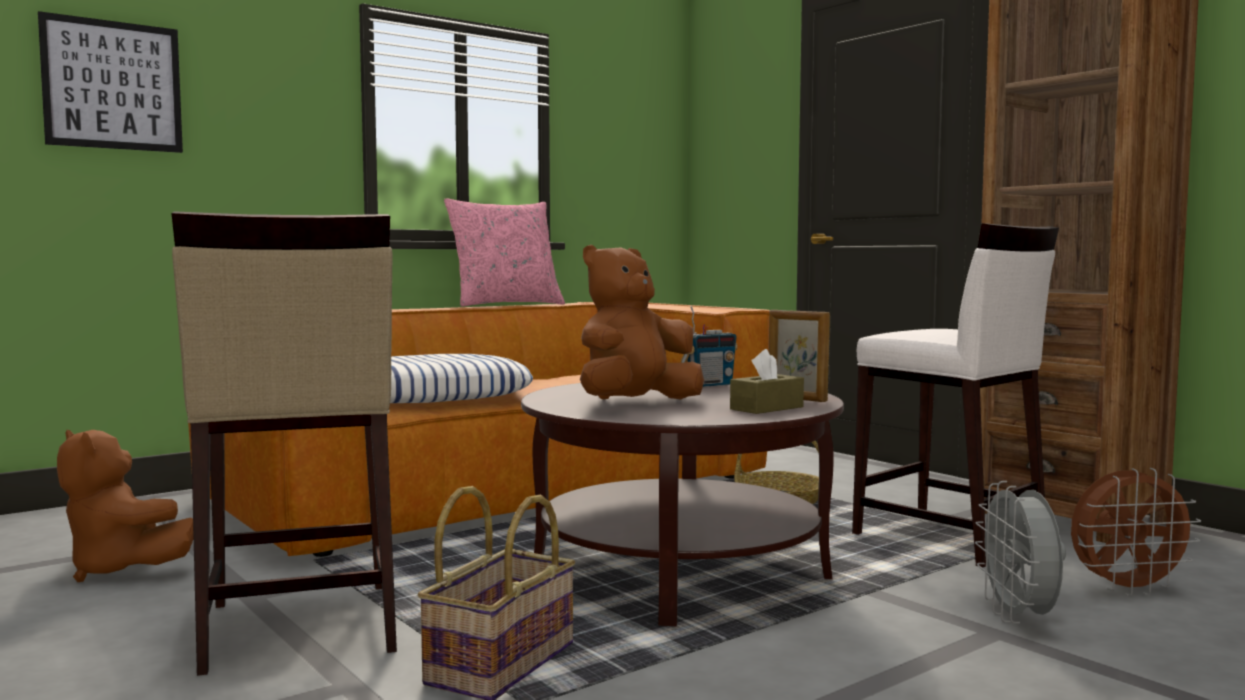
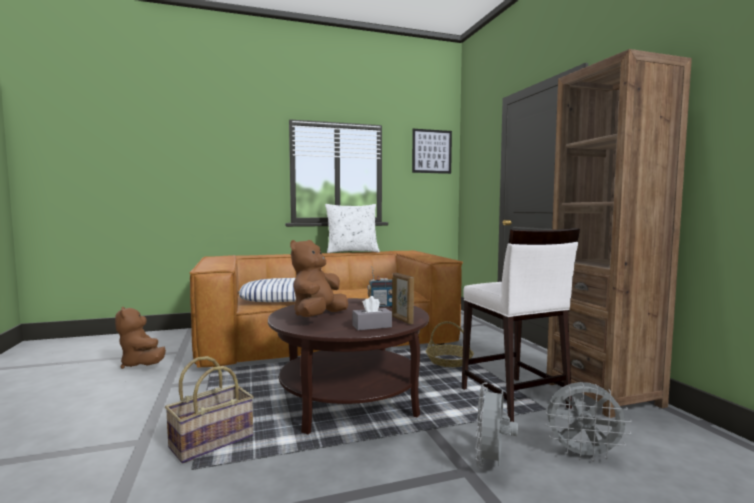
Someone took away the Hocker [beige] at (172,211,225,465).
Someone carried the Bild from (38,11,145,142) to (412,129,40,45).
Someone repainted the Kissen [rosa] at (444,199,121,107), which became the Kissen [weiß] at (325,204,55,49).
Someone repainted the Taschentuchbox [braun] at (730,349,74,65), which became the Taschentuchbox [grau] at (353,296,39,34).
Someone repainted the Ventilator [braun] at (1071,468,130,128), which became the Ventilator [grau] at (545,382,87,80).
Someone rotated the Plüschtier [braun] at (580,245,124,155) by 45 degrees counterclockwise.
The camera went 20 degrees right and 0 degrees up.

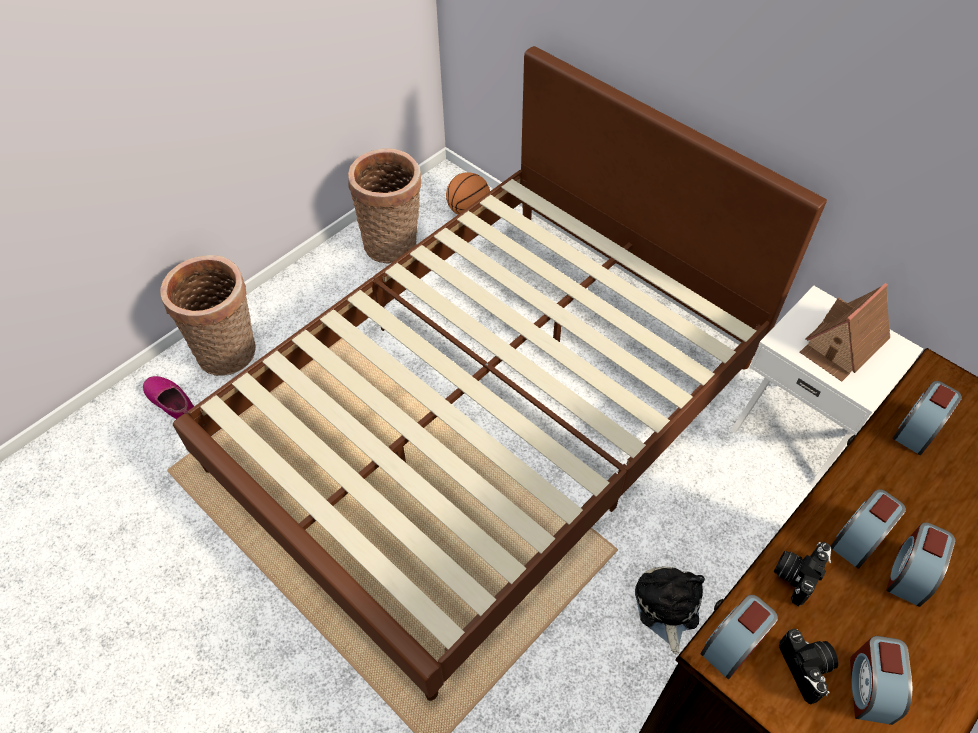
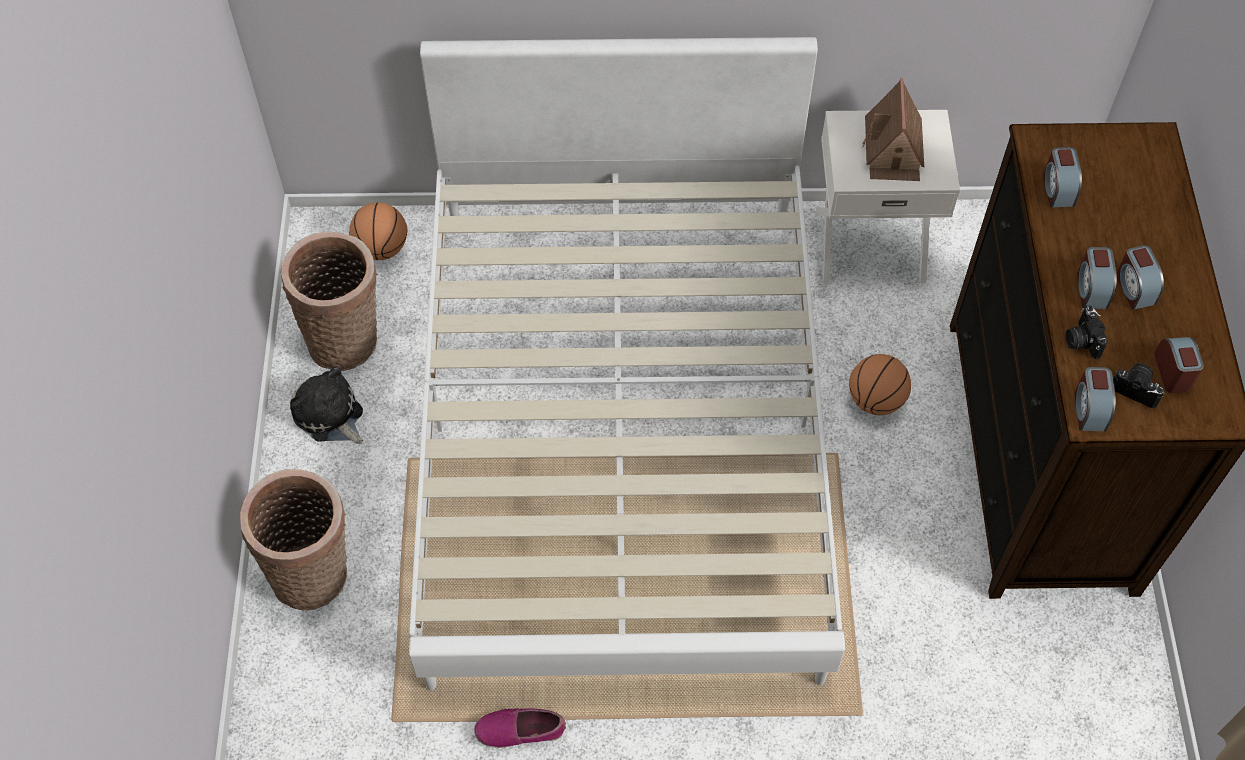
Someone put down the Basketball at (849,354,62,61).
Someone carried the Schuh from (143,376,51,43) to (474,708,92,40).
Someone carried the Plüschtier from (635,566,70,89) to (290,366,73,78).
Someone repainted the Bett [braun] at (173,46,654,655), which became the Bett [weiß] at (409,37,436,654).
Someone rotated the Wecker at (850,636,62,89) by 150 degrees counterclockwise.
The camera went 45 degrees left and 5 degrees up.

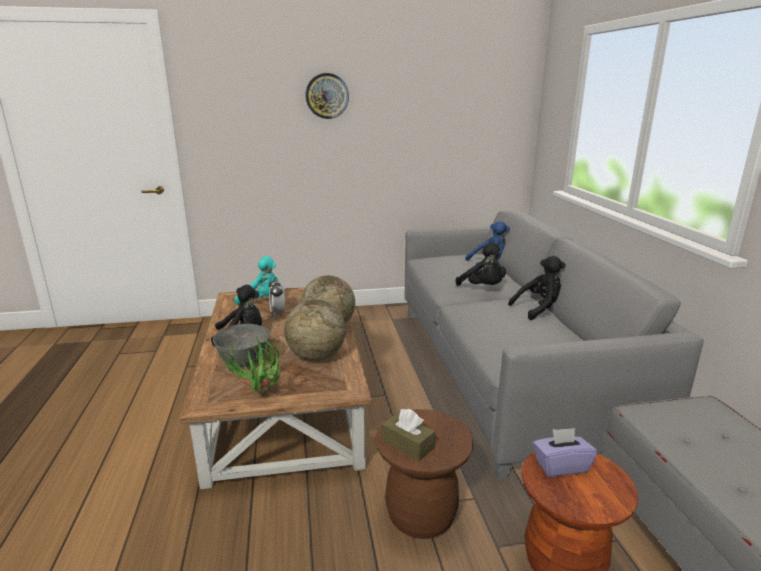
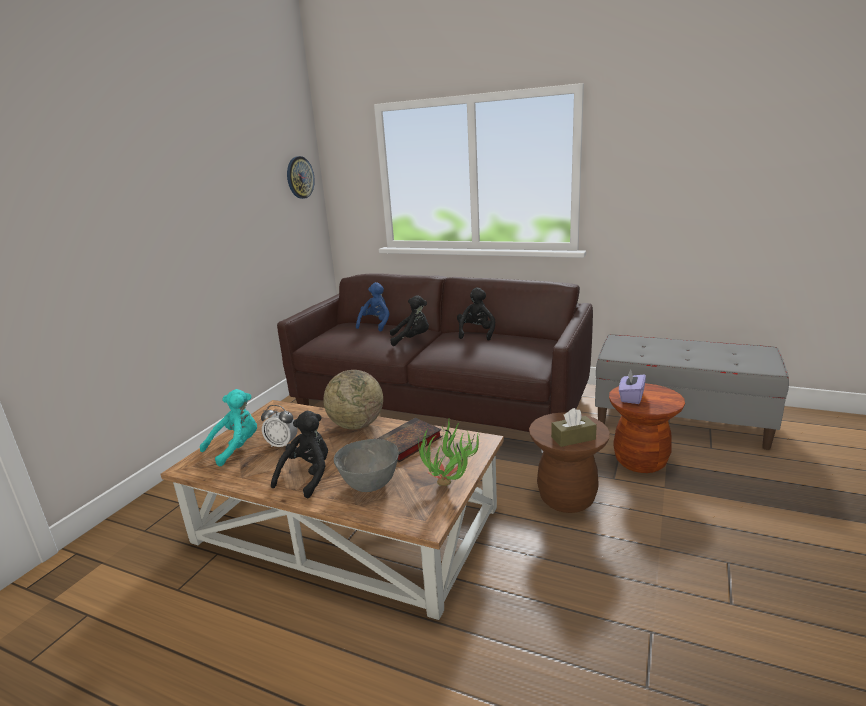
Someone carried the Wanduhr from (305,73,44,46) to (287,156,28,43).
Someone swapped the Globus at (284,300,62,61) for the Buch at (377,418,65,45).
Someone repainted the Sofa [grau] at (405,211,299,270), which became the Sofa [braun] at (277,273,316,159).
The camera went 55 degrees left and 0 degrees up.

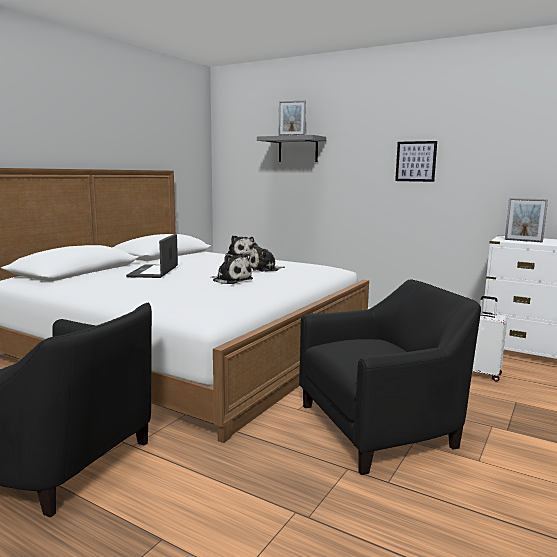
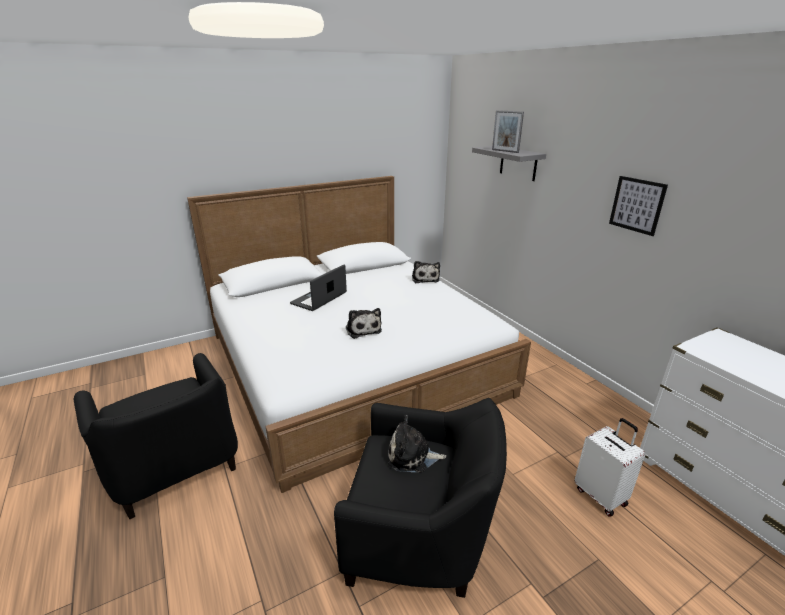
Someone took away the Bilderrahmen at (505,198,43,45).
Someone carried the Plüschtier from (249,242,36,30) to (388,415,58,57).
The camera went 30 degrees right and 15 degrees up.

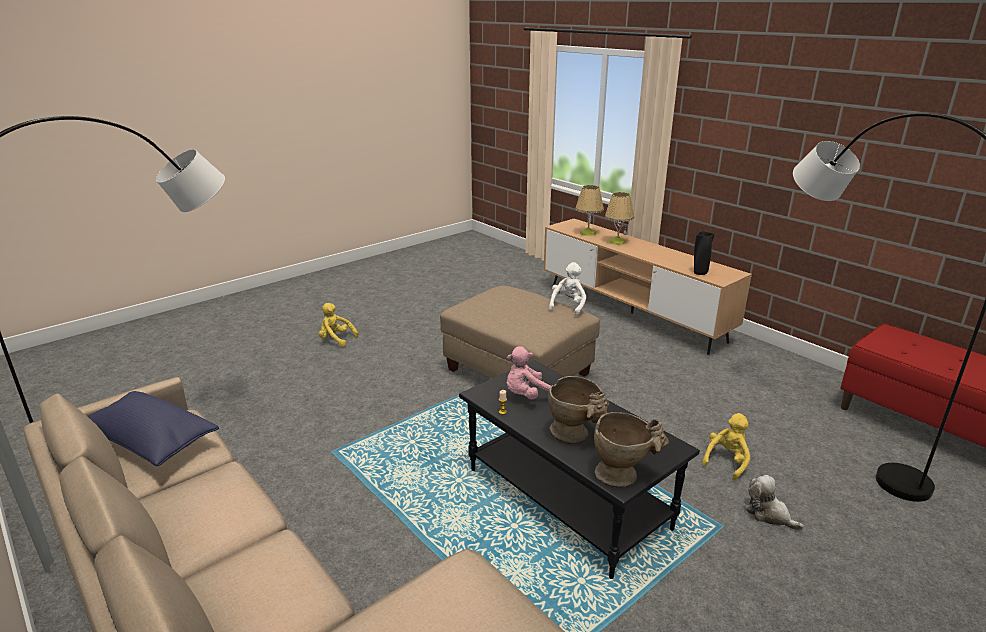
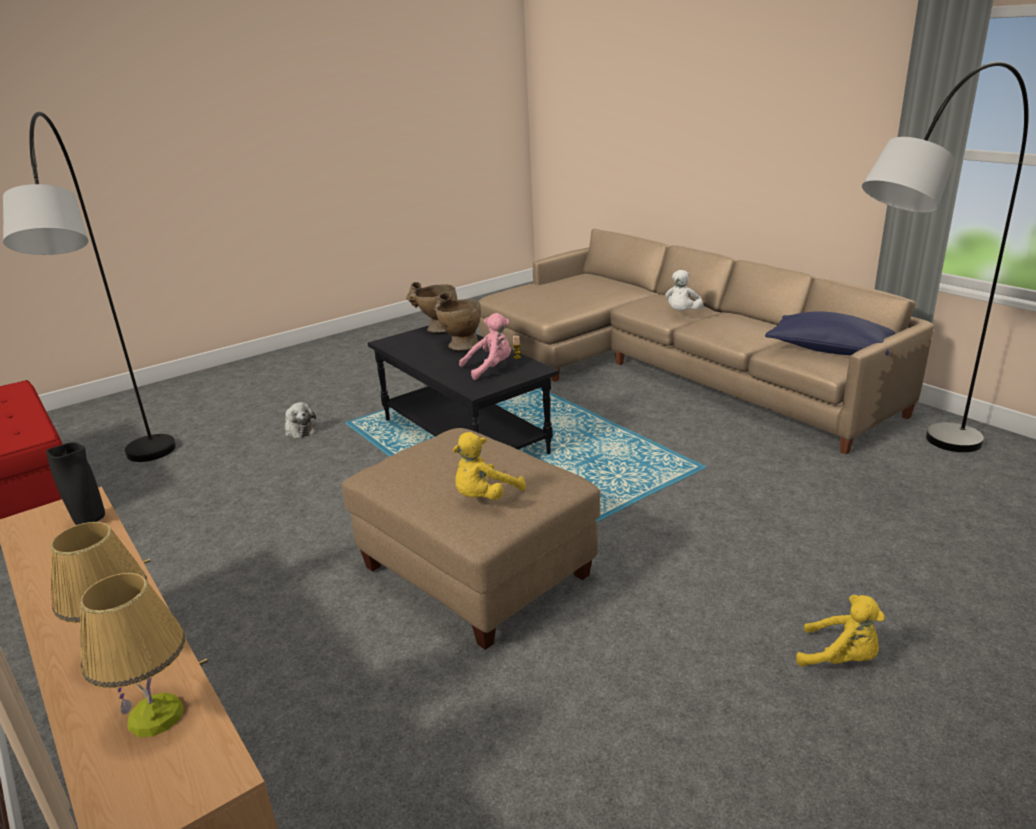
Someone carried the Plüschtier [weiß] from (549,262,37,54) to (665,270,38,40).
Someone carried the Plüschtier [gelb] from (702,413,49,67) to (453,432,73,68).
The camera went 175 degrees left and 0 degrees up.

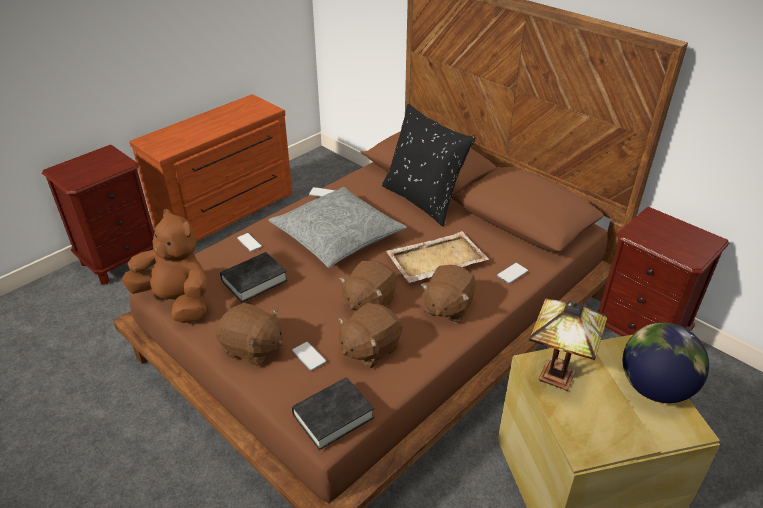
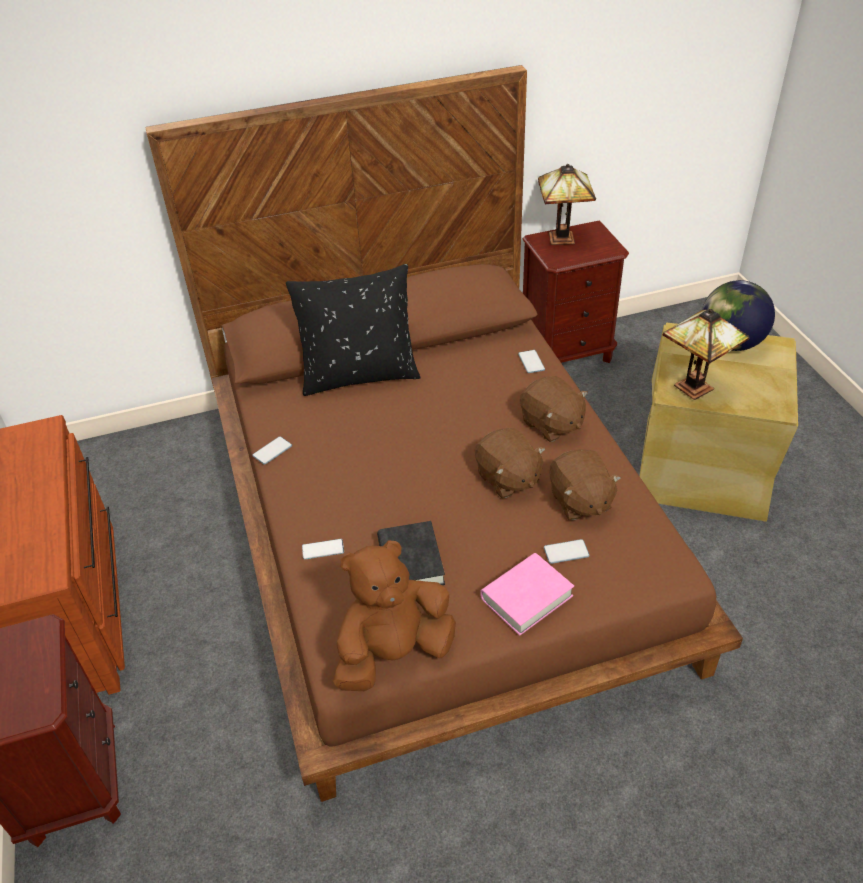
Someone took away the Kissen [grau] at (269,187,138,81).
Someone took away the Buch [schwarz] at (292,377,82,73).
Someone took away the Tablett [beige] at (386,231,103,52).
Someone put down the Tischlampe at (538,164,58,81).
Someone swapped the Plüschtier [braun] at (216,303,67,63) for the Buch [rosa] at (480,553,94,83).
The camera went 60 degrees left and 5 degrees up.

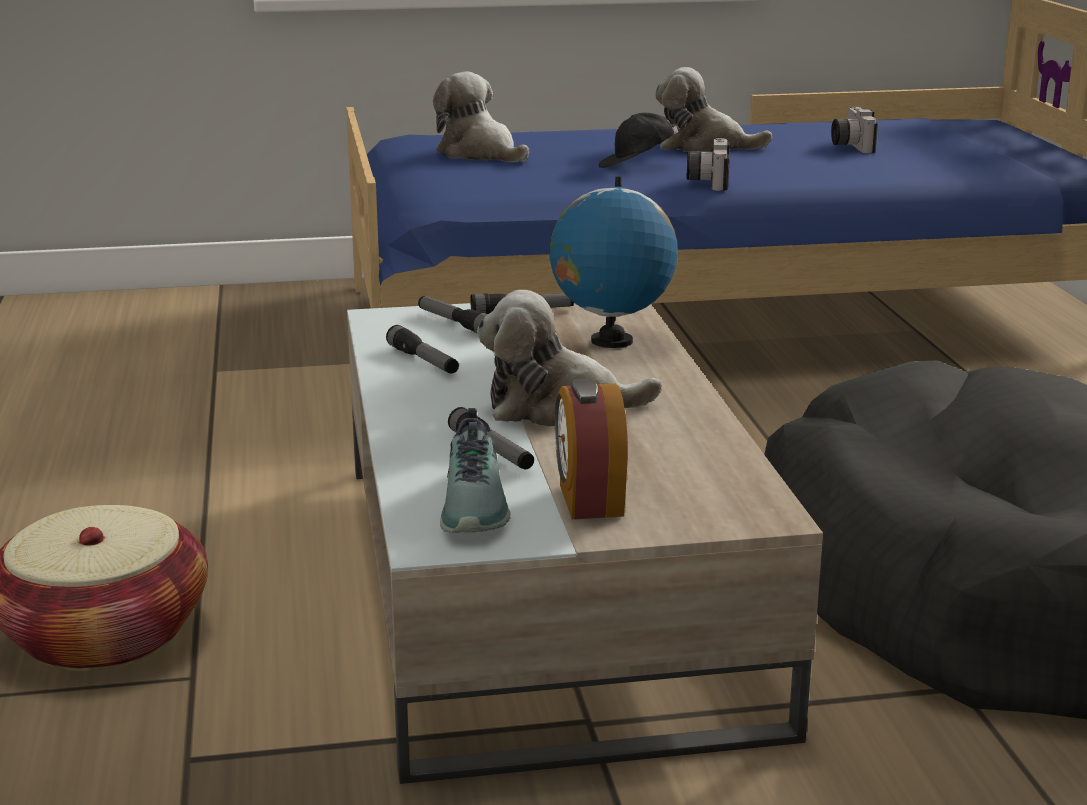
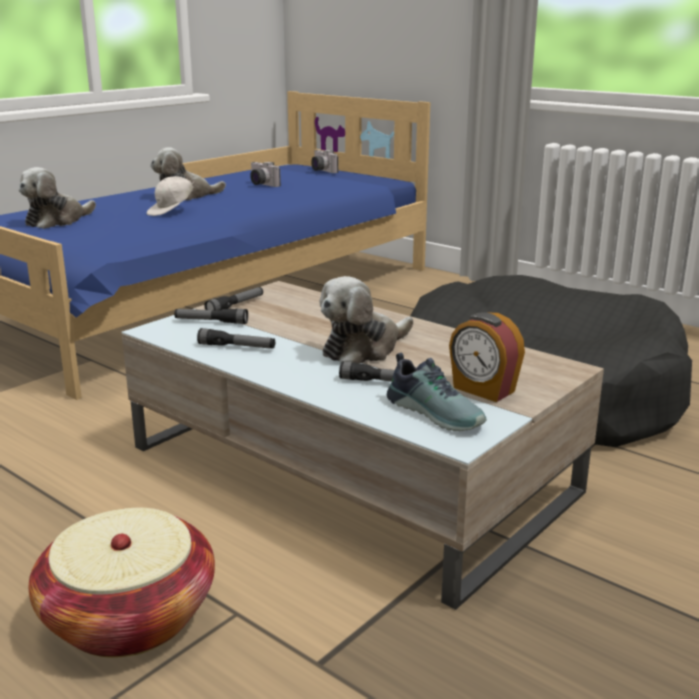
Someone took away the Globus at (550,177,128,171).
Someone carried the Kamera from (687,138,43,53) to (311,150,27,23).
Someone repainted the Kappe [schwarz] at (598,113,90,55), which became the Kappe [weiß] at (147,176,47,40).
Someone rotated the Plüschtier at (433,72,96,90) by 60 degrees counterclockwise.
The camera went 40 degrees left and 0 degrees up.

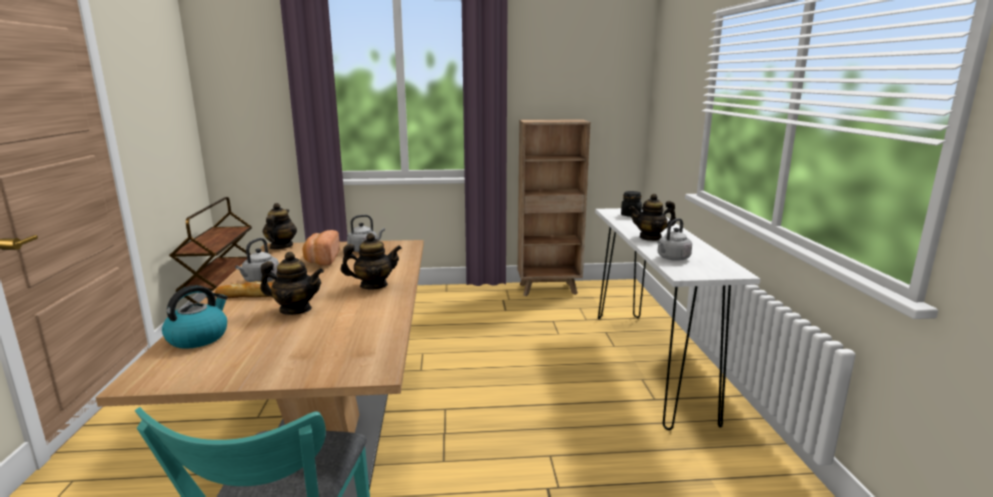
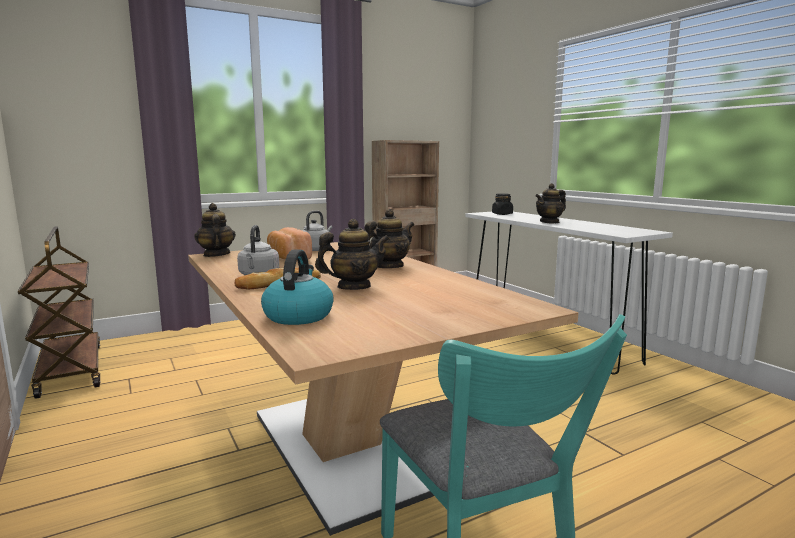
Someone took away the Wasserkessel [grau] at (657,218,35,43).
The camera went 25 degrees left and 5 degrees down.

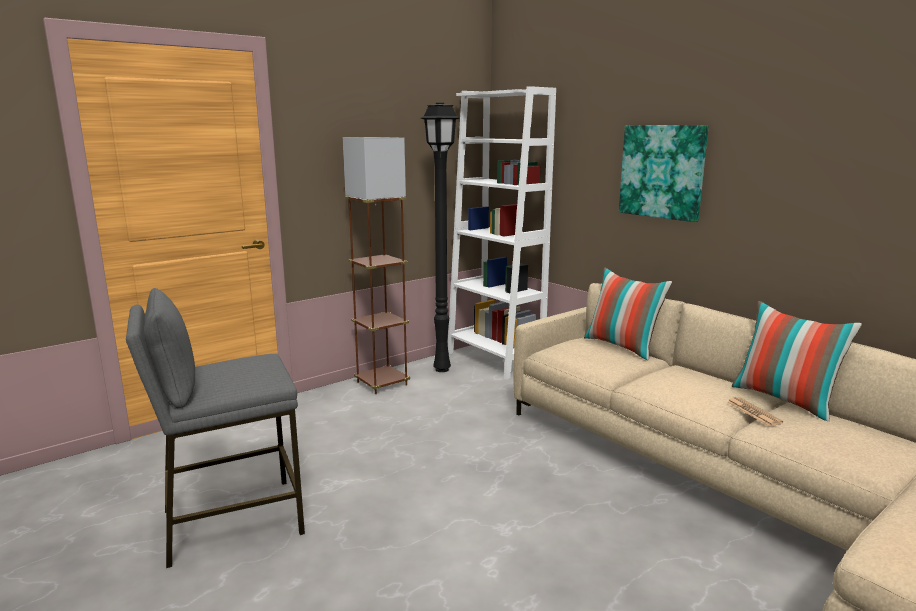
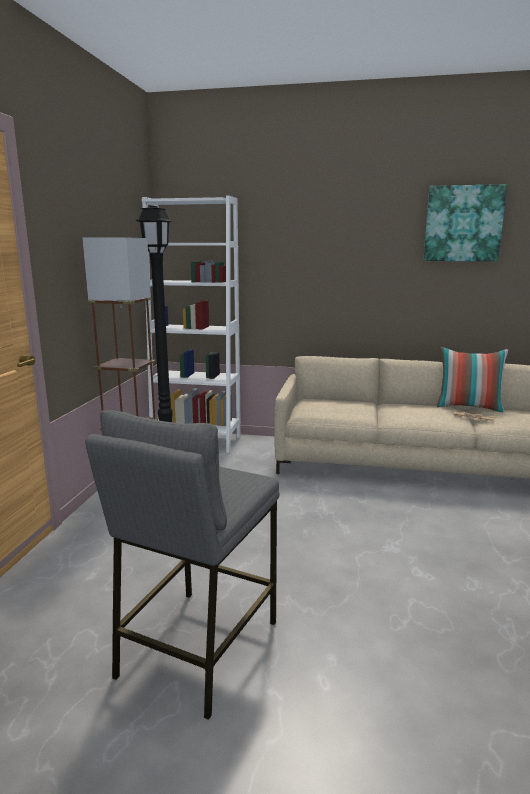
Someone took away the Kissen at (584,267,88,94).
Someone carried the Bild from (619,125,90,97) to (423,184,84,77).
The camera went 40 degrees left and 0 degrees up.

